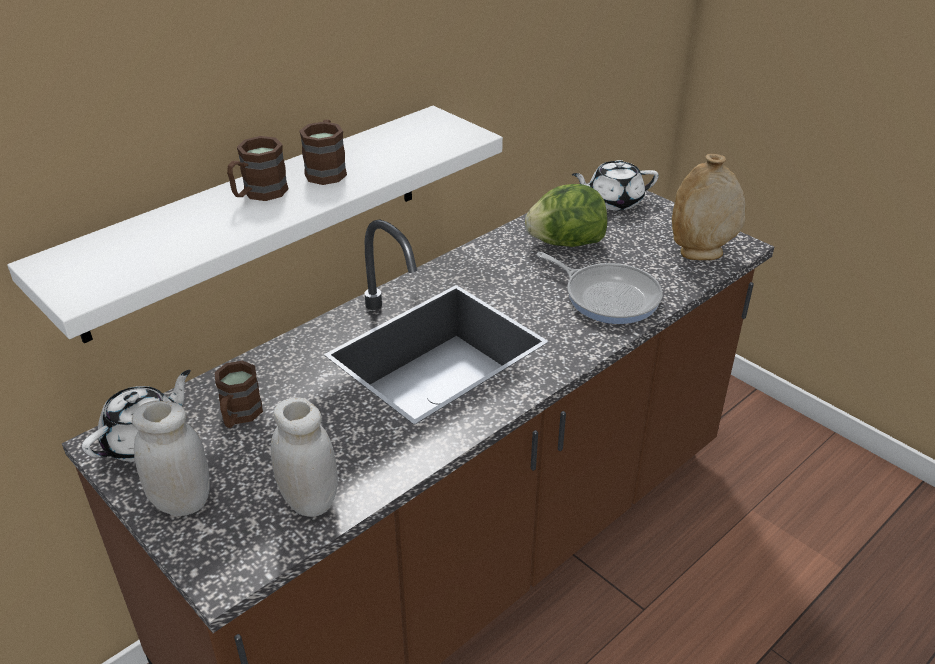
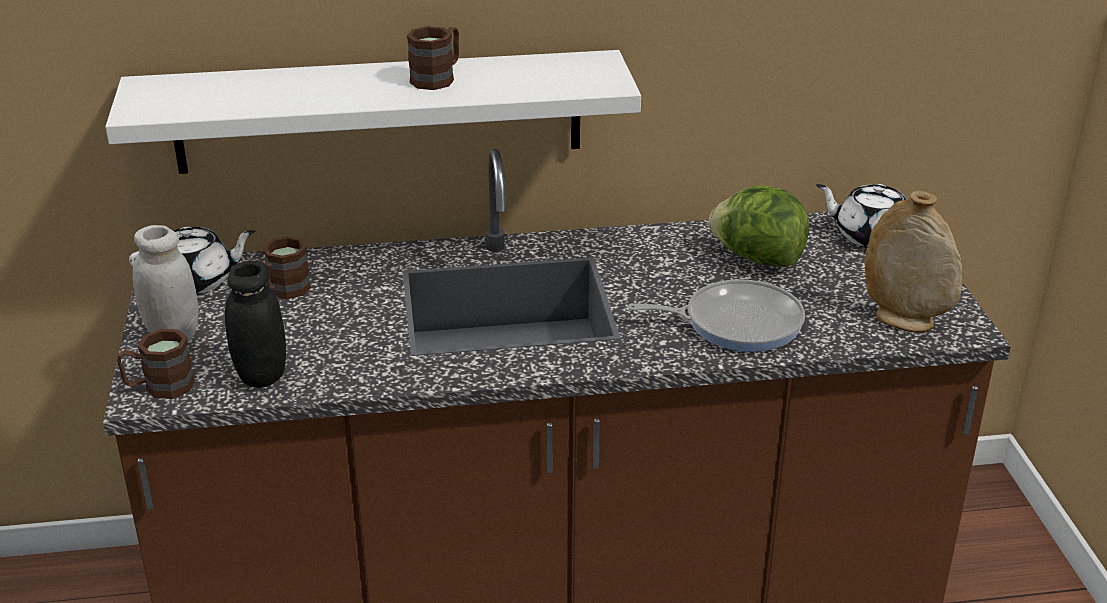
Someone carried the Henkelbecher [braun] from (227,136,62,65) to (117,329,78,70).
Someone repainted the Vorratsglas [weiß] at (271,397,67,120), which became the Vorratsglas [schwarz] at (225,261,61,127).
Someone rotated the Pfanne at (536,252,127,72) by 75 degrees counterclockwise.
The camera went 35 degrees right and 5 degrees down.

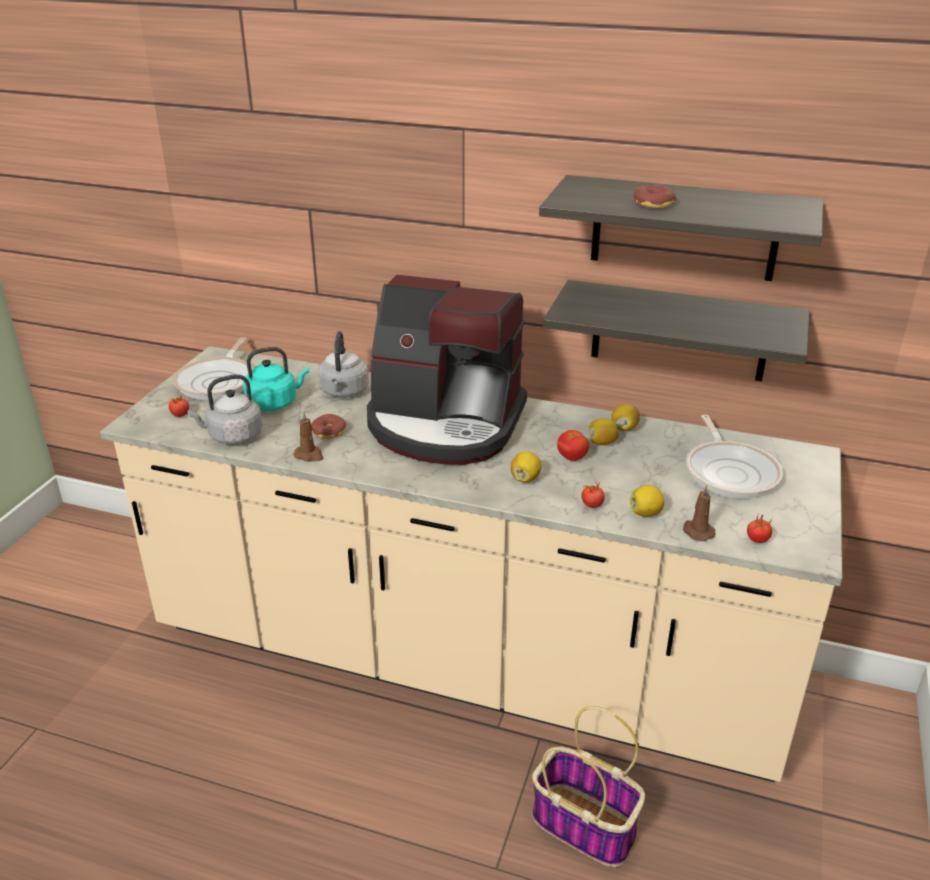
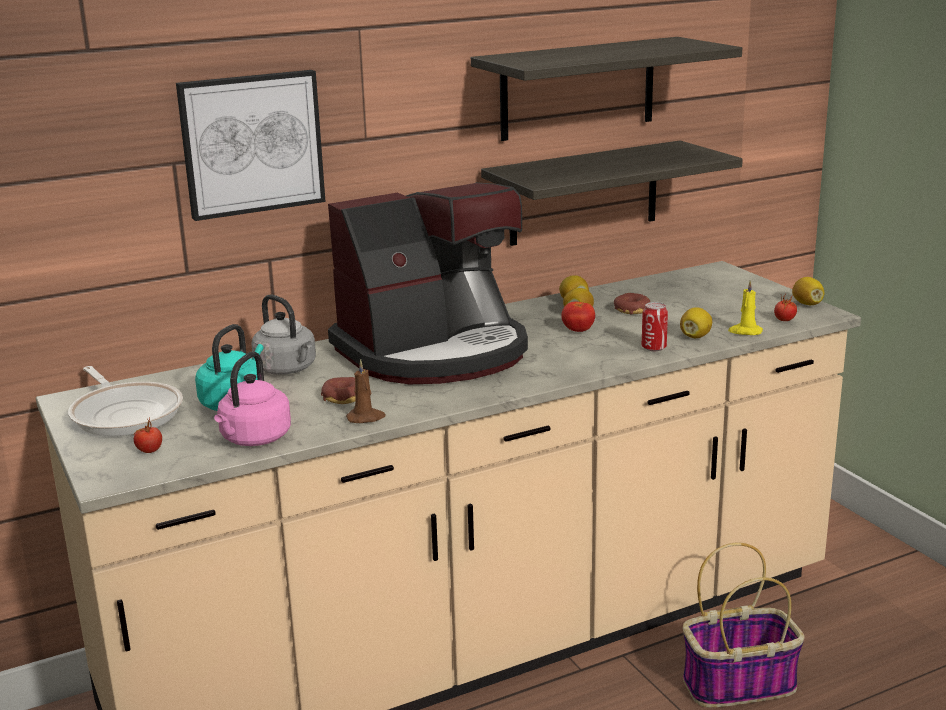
Someone took away the Pfanne at (686,415,97,83).
Someone put up the Bild at (176,70,150,151).
Someone carried the Zitrone from (511,451,30,32) to (792,277,33,28).
Someone carried the Donut from (634,185,42,24) to (614,293,36,22).
Someone swapped the Tomate at (582,482,23,26) for the Dose at (642,302,26,49).
Someone repainted the Wasserkessel [grau] at (187,374,76,70), which became the Wasserkessel [rosa] at (214,351,77,95).
Someone repainted the Kerze [braun] at (683,485,33,56), which became the Kerze [gelb] at (728,280,35,55).
The camera went 45 degrees left and 10 degrees down.

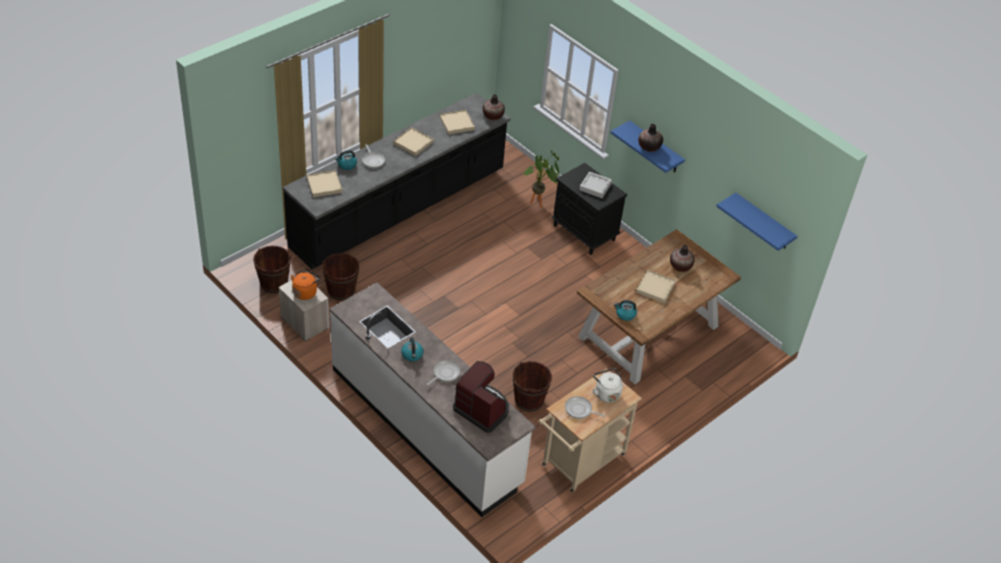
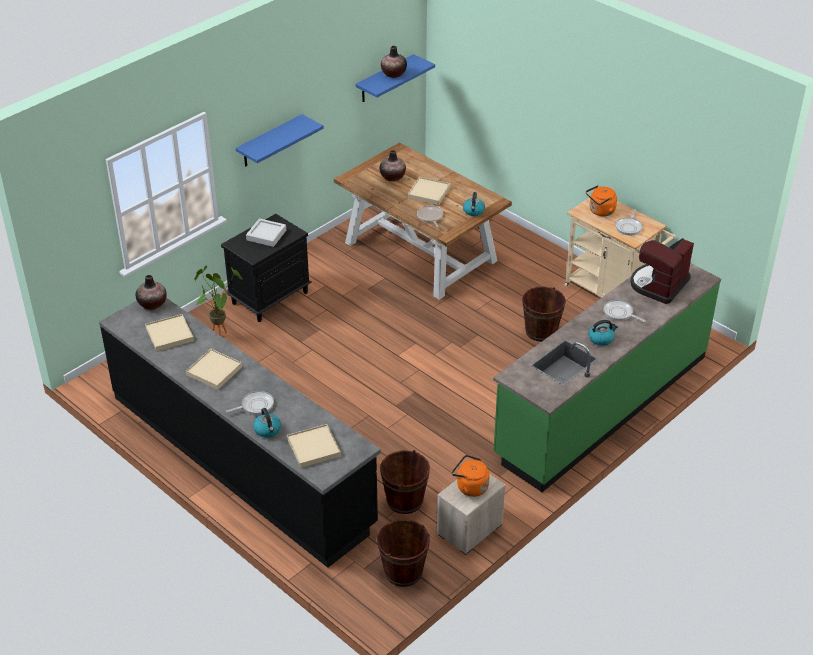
Someone put down the Pfanne at (417,205,26,23).
Someone carried the Vase from (638,124,25,28) to (381,46,26,32).
Someone repainted the Küchenzeile [weiß] at (330,282,206,235), which became the Küchenzeile [grün] at (493,263,228,229).
Someone repainted the Wasserkessel [weiß] at (593,368,30,35), which became the Wasserkessel [orange] at (586,185,31,31).
The camera went 90 degrees left and 5 degrees down.

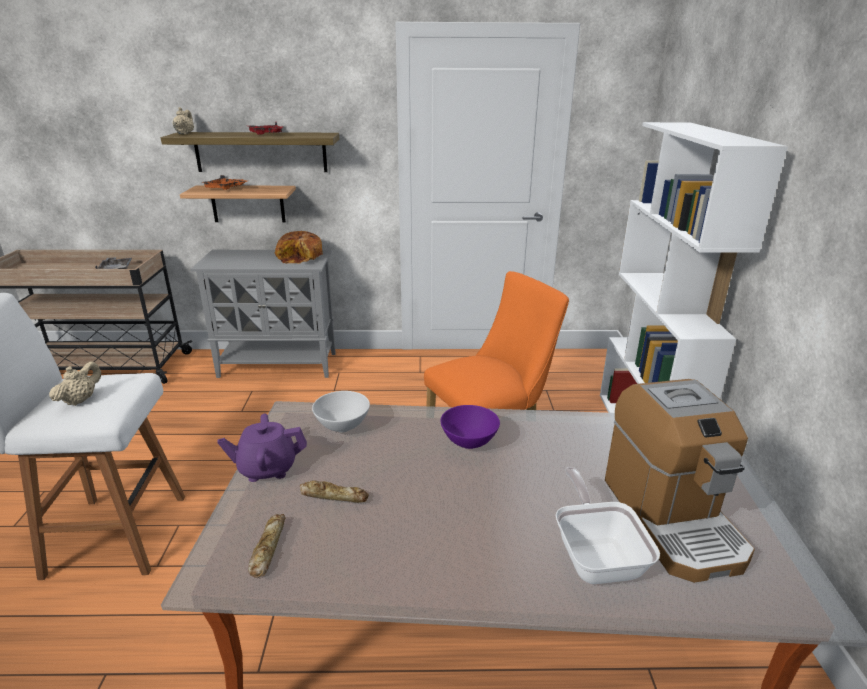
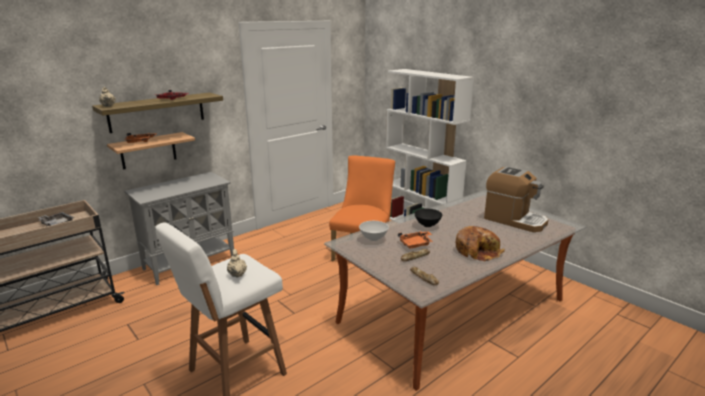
Someone took away the Teekanne [lila] at (217,414,90,68).
Someone took away the Pfanne at (556,467,104,117).
Someone put down the Tablett [orange] at (398,231,35,18).
Someone carried the Brot from (275,231,48,33) to (456,226,49,35).
Someone repainted the Schüssel [lila] at (440,405,60,44), which became the Schüssel [schwarz] at (414,208,28,19).
The camera went 40 degrees left and 5 degrees down.

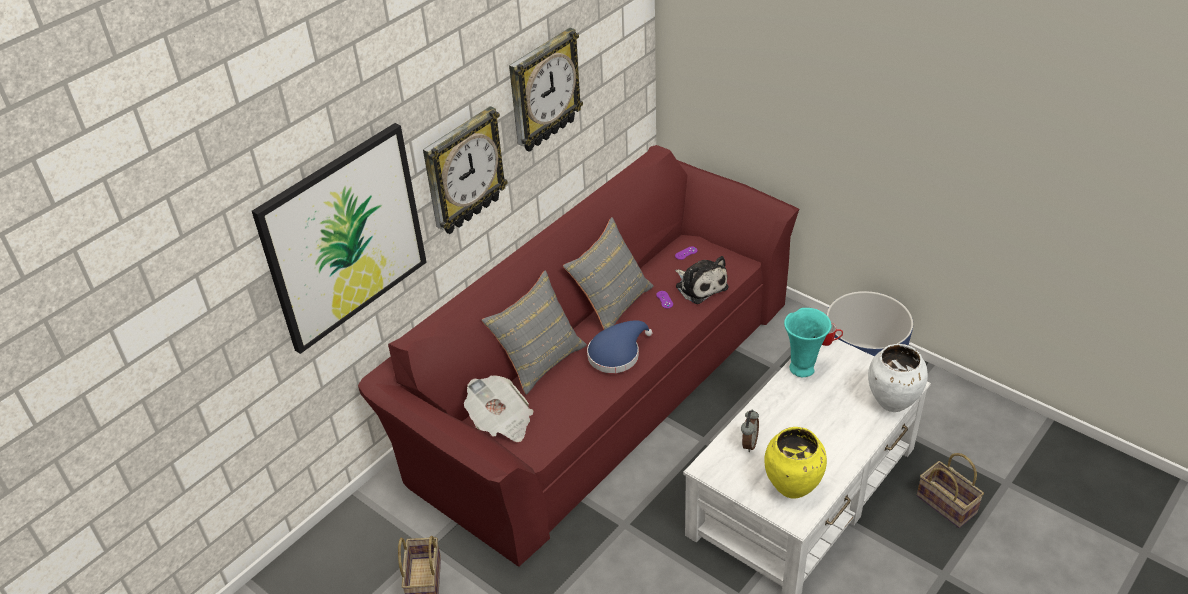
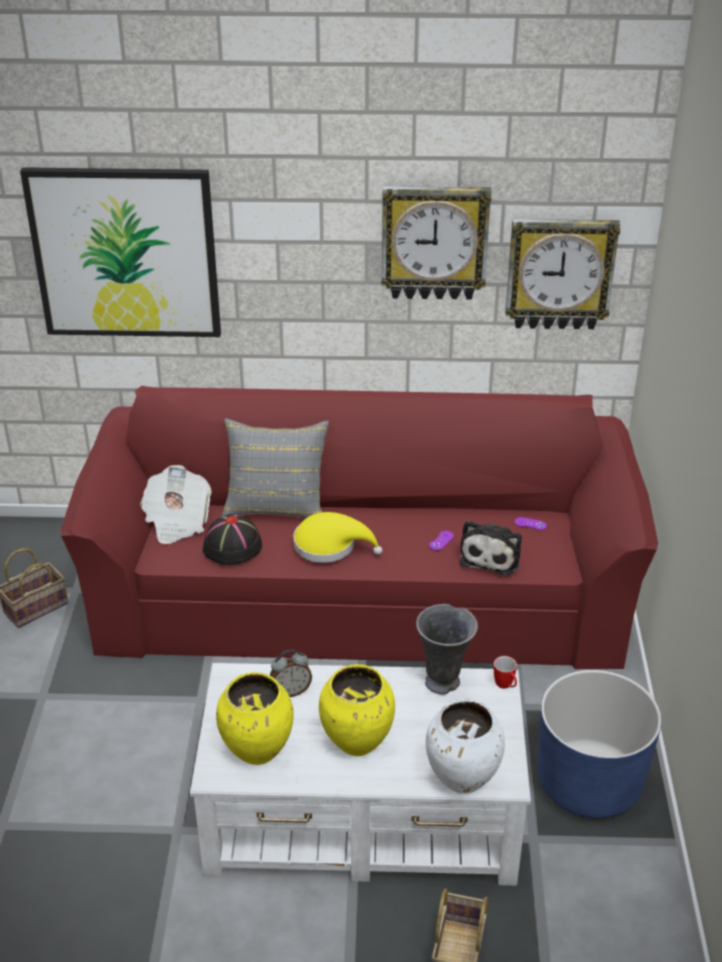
Someone took away the Kissen [grau] at (563,217,91,113).
Someone put down the Hut [schwarz] at (203,514,59,51).
Someone put down the Vase [gelb] at (319,664,76,92).
Someone carried the Wanduhr from (423,106,85,128) to (505,219,115,110).
Someone repainted the Hut [blau] at (587,320,66,53), which became the Hut [gelb] at (293,512,90,51).
Someone repainted the Vase [türkis] at (784,308,48,69), which became the Vase [grau] at (416,604,62,91).
The camera went 50 degrees right and 5 degrees down.

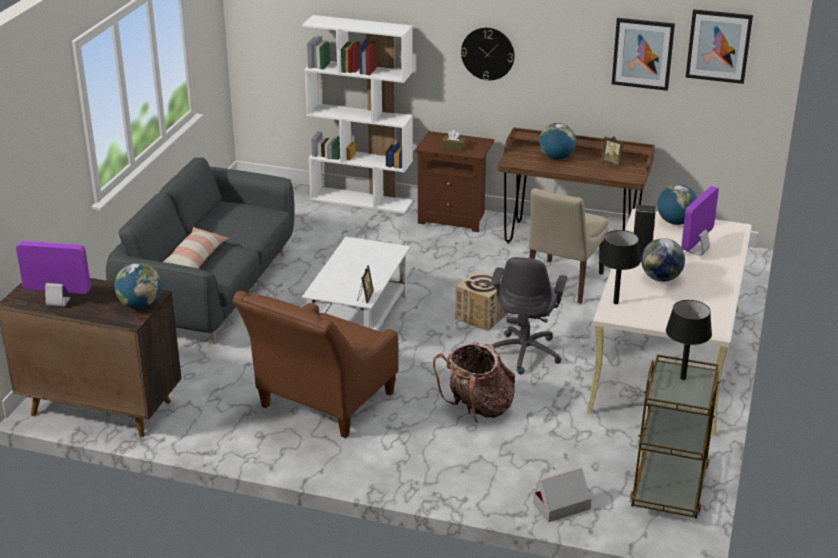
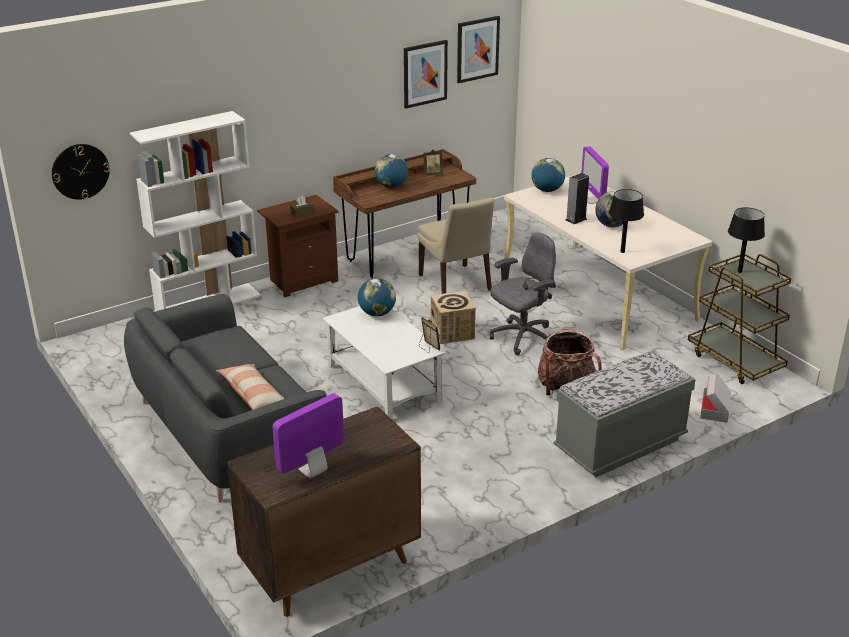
Someone took away the Sessel [braun] at (233,291,166,147).
Someone put down the Bank [grau] at (553,351,143,126).
Someone carried the Globus from (115,263,47,46) to (358,278,38,38).
Someone carried the Wanduhr from (461,28,54,52) to (52,144,58,56).
Someone rotated the Bürostuhl [grau] at (491,257,76,118) by 90 degrees counterclockwise.
The camera went 50 degrees left and 0 degrees up.

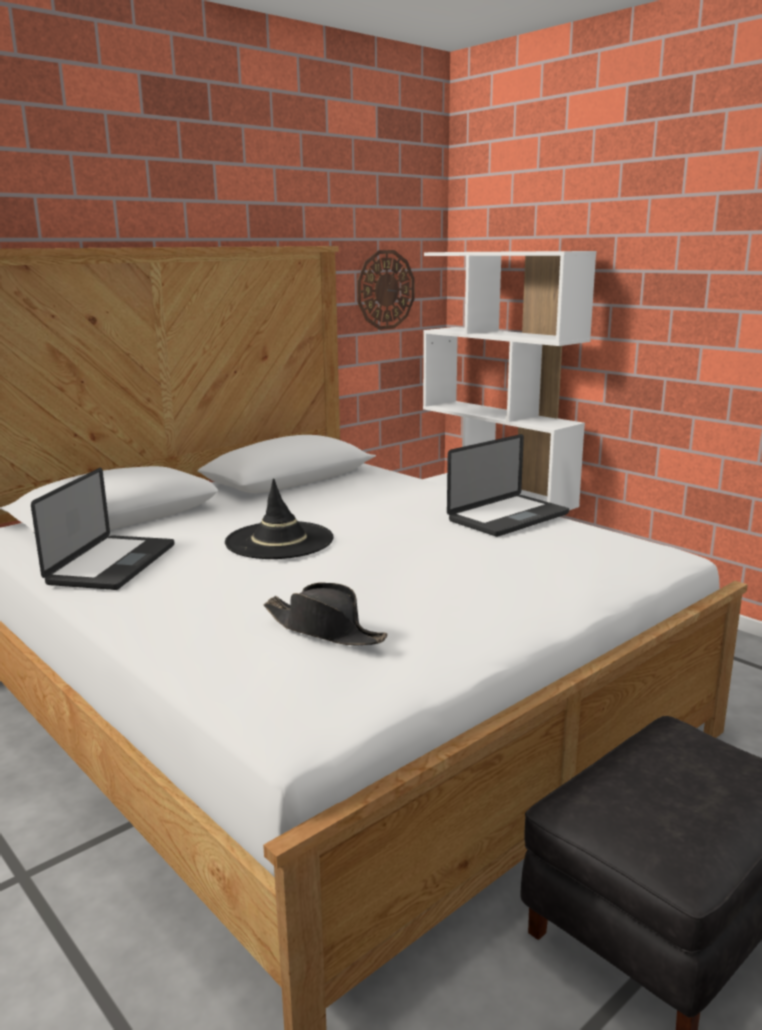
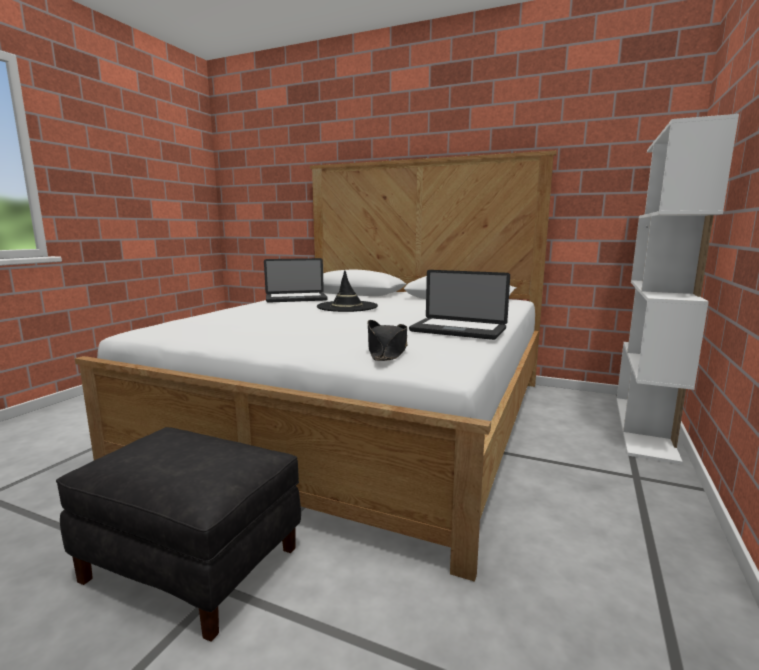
Someone took away the Wanduhr at (357,250,58,80).
Someone carried the Hut [schwarz] from (263,582,125,63) to (367,320,41,41).
The camera went 65 degrees right and 5 degrees down.

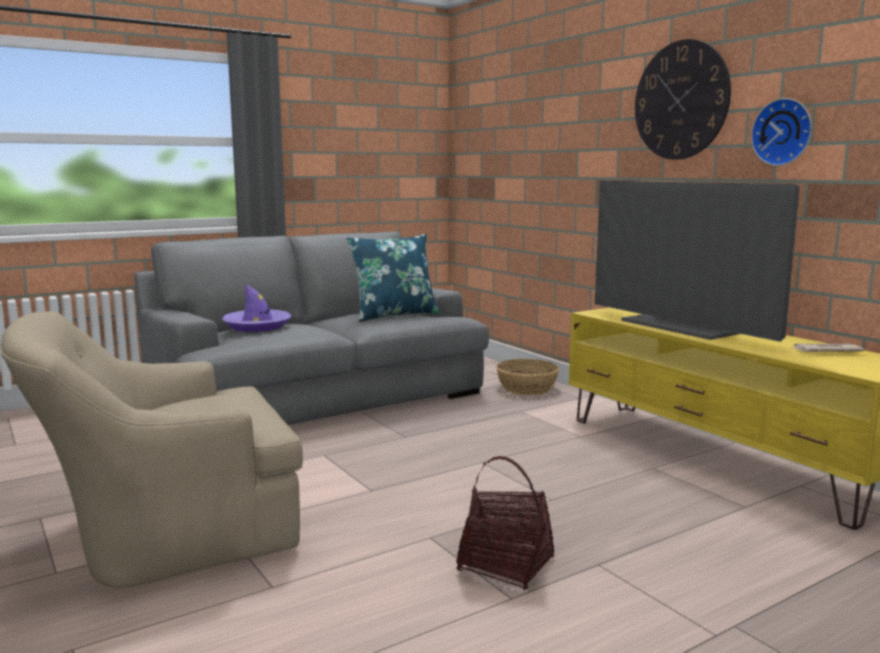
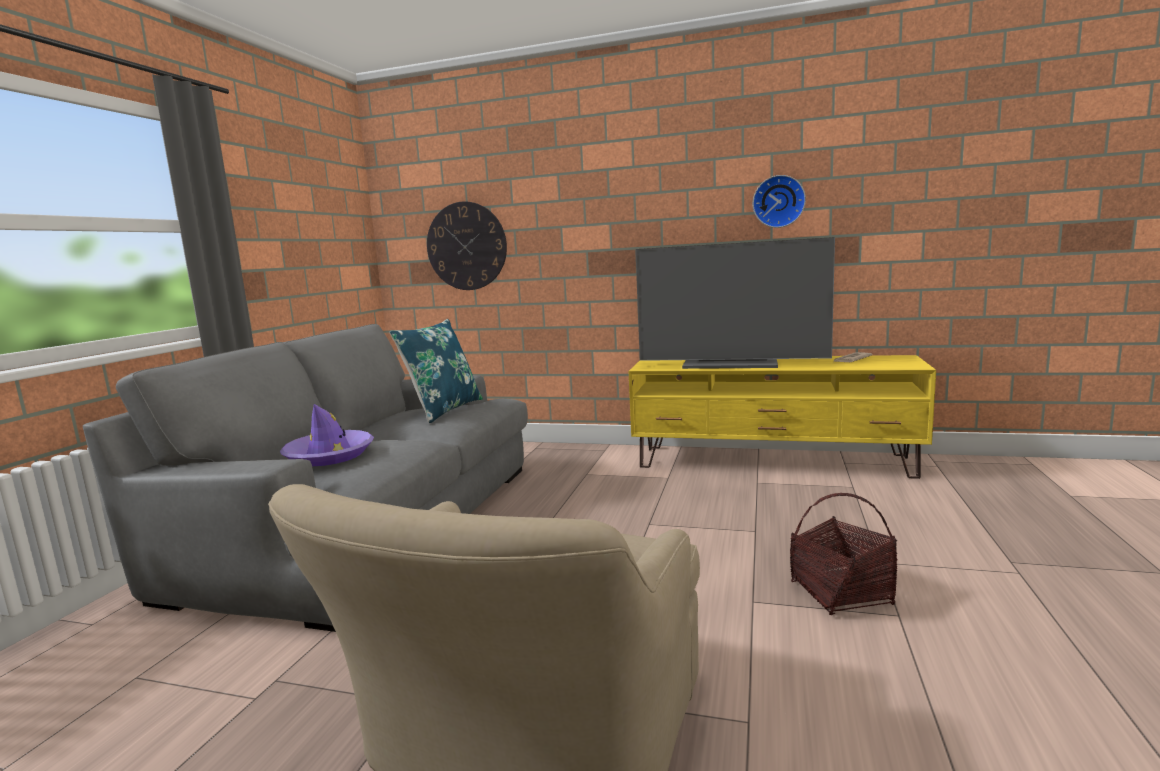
Someone took away the Korb at (496,359,64,37).
Someone carried the Wanduhr from (635,39,96,121) to (427,201,80,89).
The camera went 40 degrees left and 0 degrees up.

